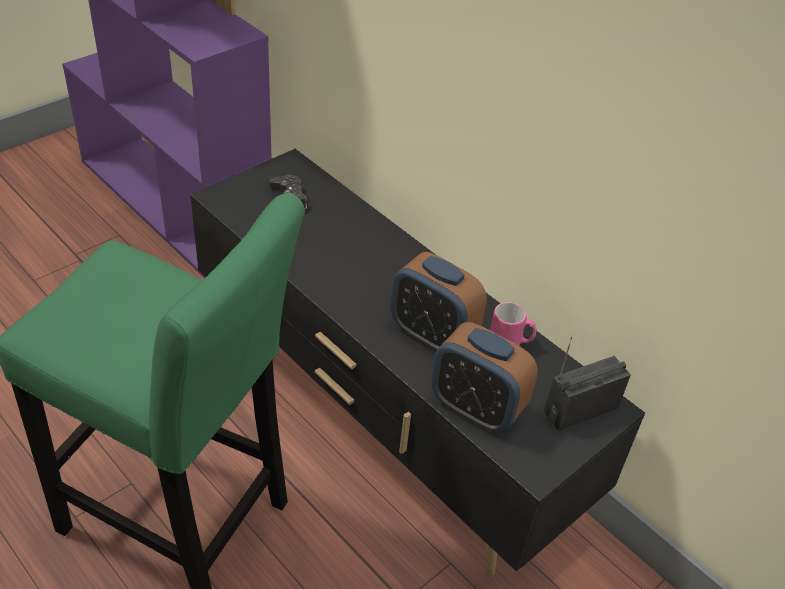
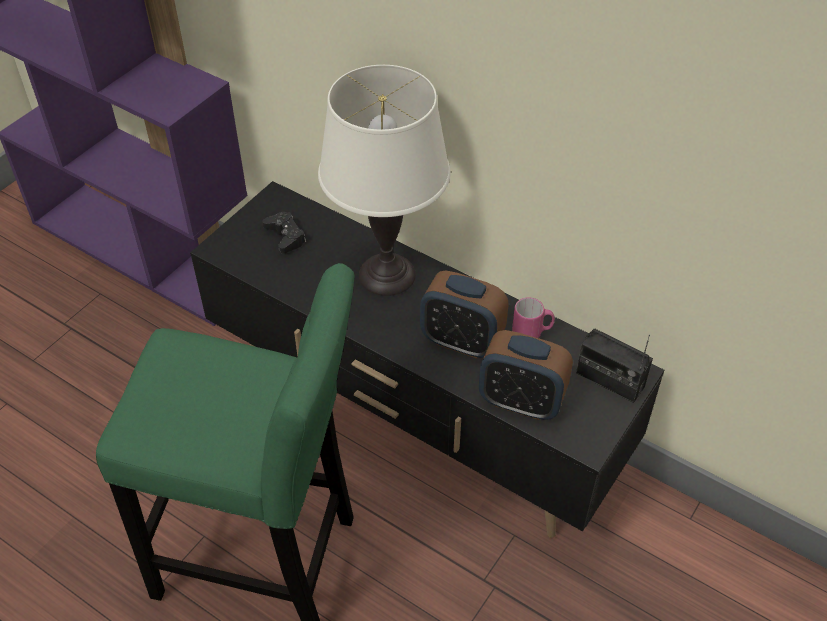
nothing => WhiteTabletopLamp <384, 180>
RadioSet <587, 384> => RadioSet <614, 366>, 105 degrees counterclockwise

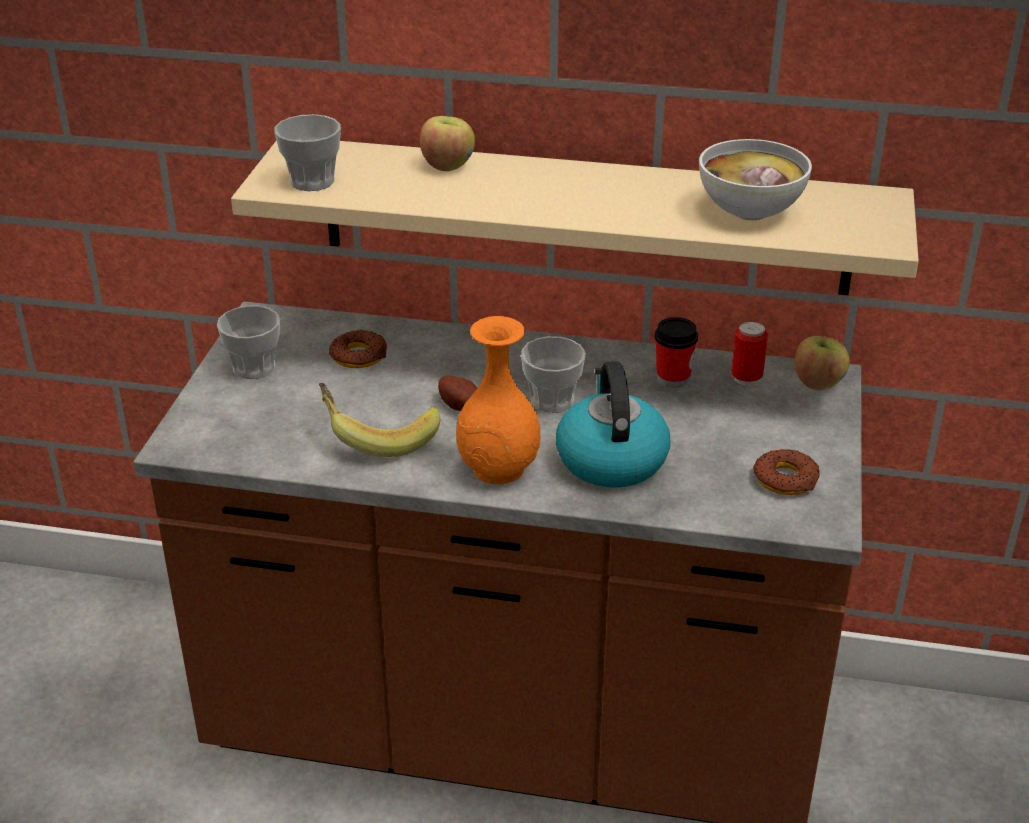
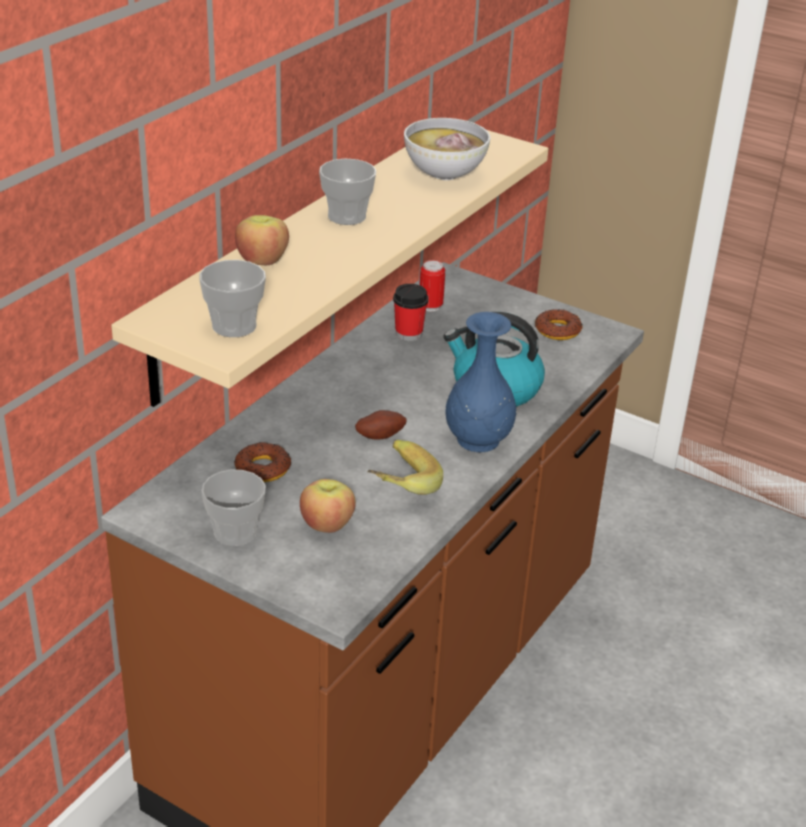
SmallCup <553, 374> => SmallCup <347, 192>, move
Apple <822, 363> => Apple <328, 506>, move
OrangeColouredDecorativeVase <498, 400> => BlueDecorativeVase <480, 382>

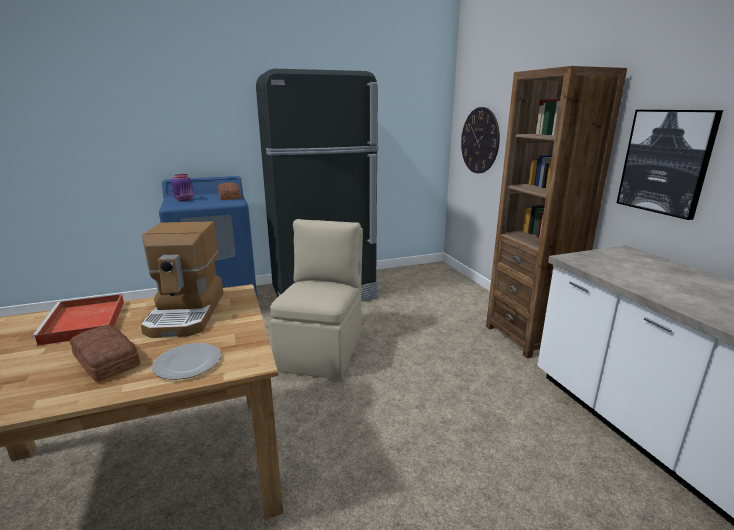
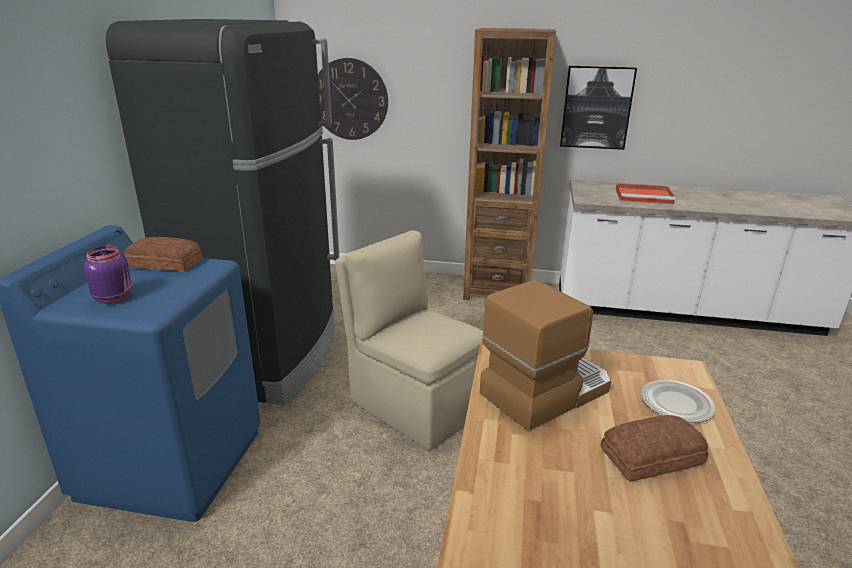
RedColouredCarryingTray <77, 320> => RedColouredCarryingTray <645, 193>, move
CoffeeMachine <182, 279> => CoffeeMachine <545, 355>, 60 degrees counterclockwise

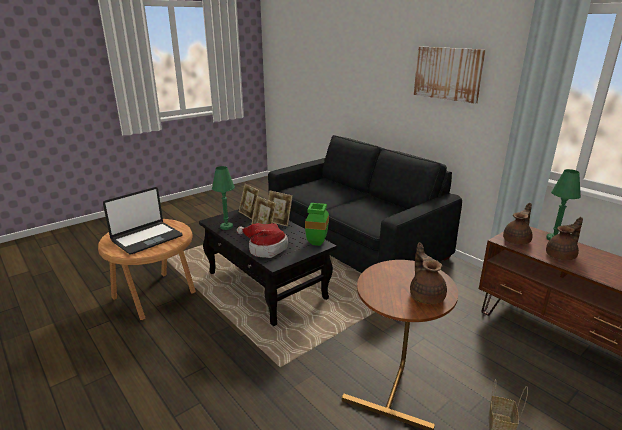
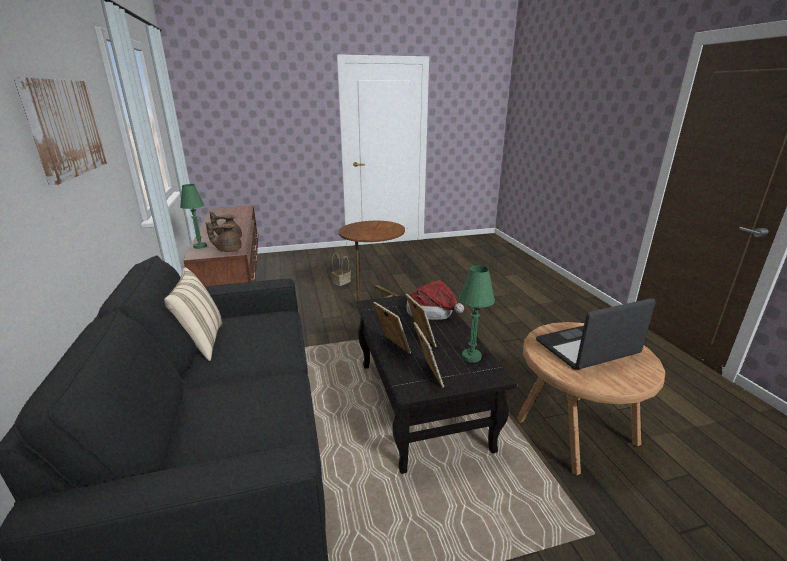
GreenDecorativeVase <317, 224> => nothing
BrownishTeapot <428, 273> => nothing
nothing => BeigeCushion <193, 314>

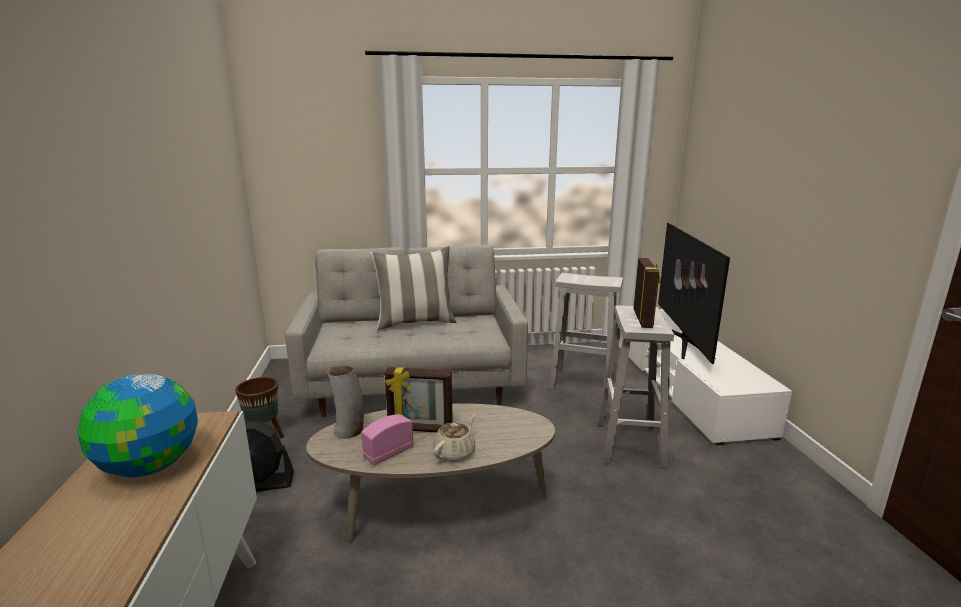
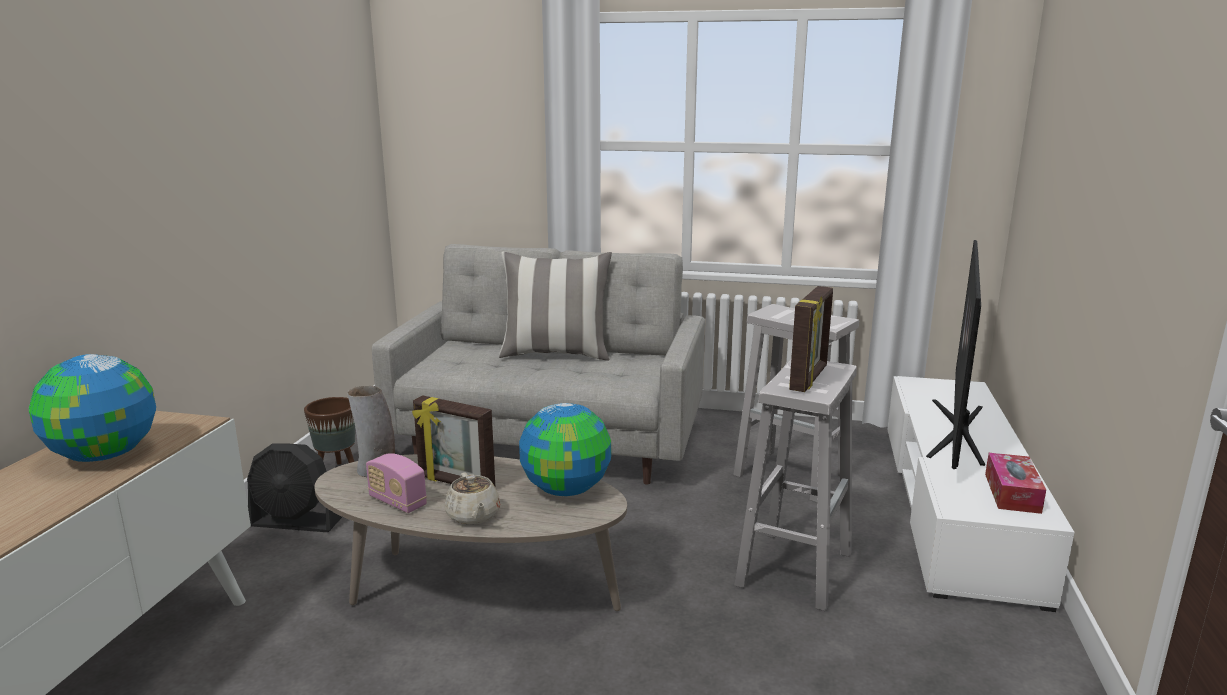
nothing => DeskGlobe <565, 449>
nothing => BoxOfTissues <1015, 483>
RadioSet <387, 439> => RadioSet <396, 483>, 120 degrees counterclockwise
BeigeTeapot <454, 438> => BeigeTeapot <472, 498>, 105 degrees clockwise

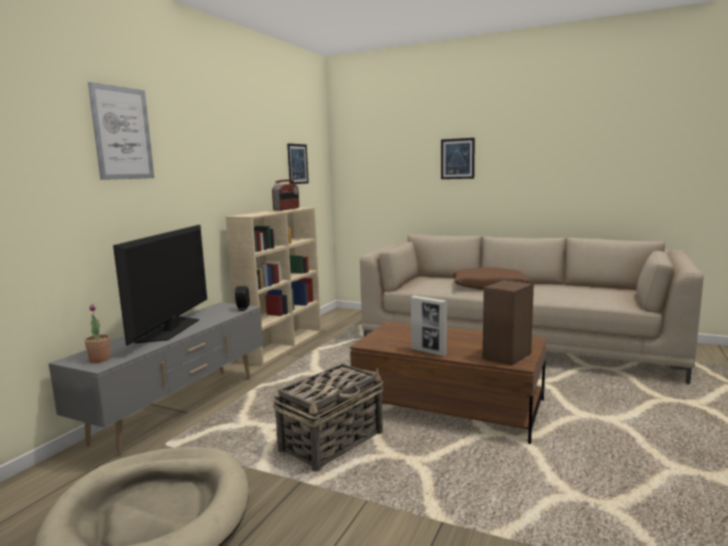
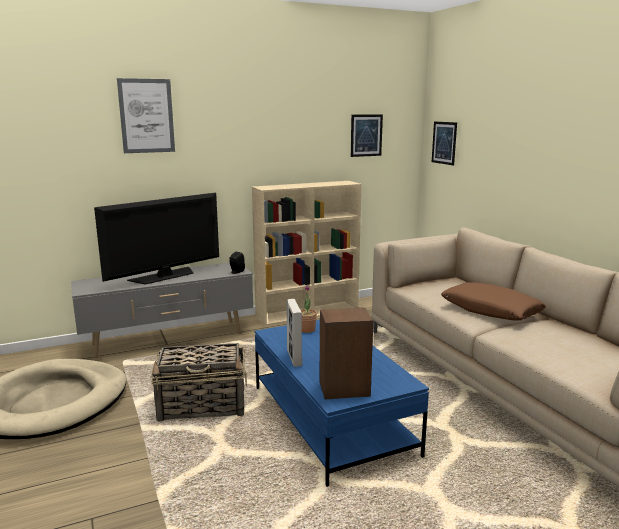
RadioSet <285, 195> => nothing
PottedPlant <97, 333> => PottedPlant <309, 309>, move
WallArt <458, 158> => WallArt <444, 143>, move
BrownishLowTable <448, 382> => BlueLowTable <342, 403>

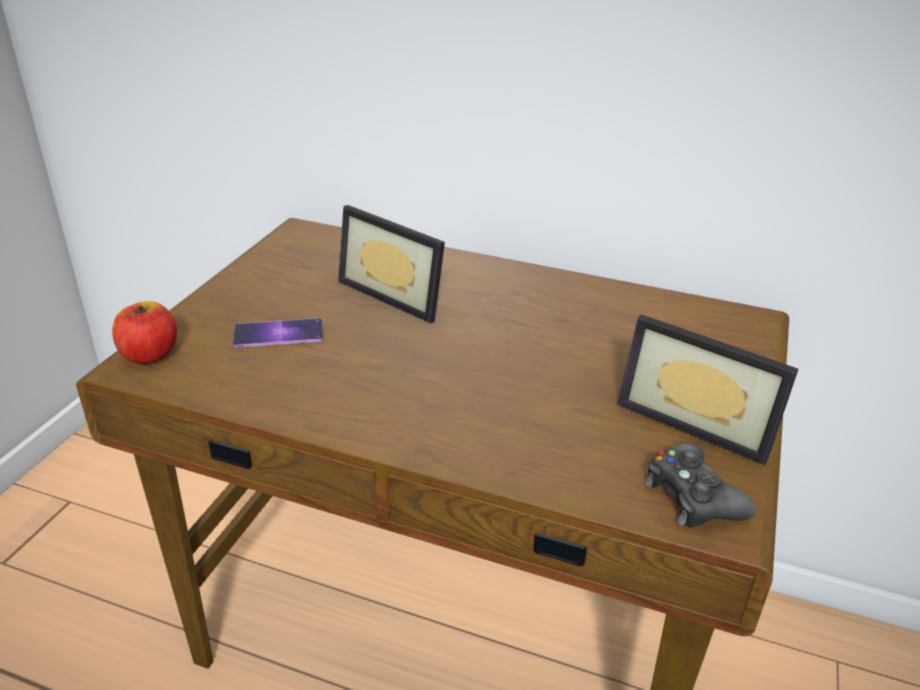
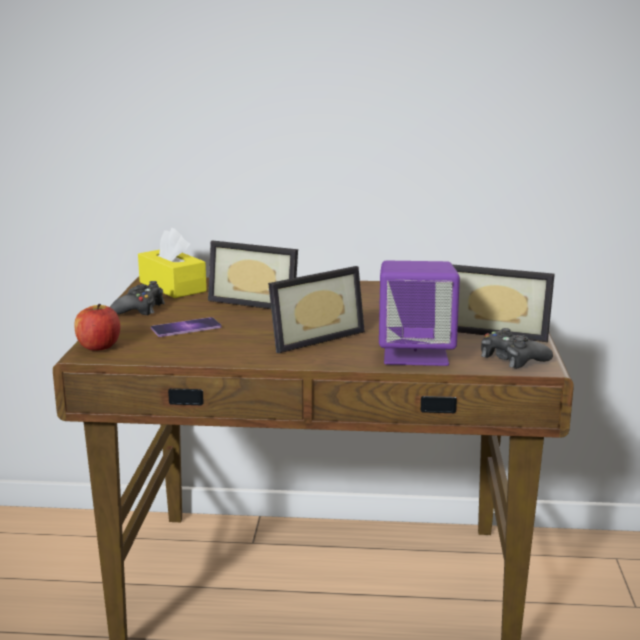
nothing => BlackJoypad <137, 298>
nothing => YellowBoxOfTissues <172, 263>
nothing => PictureFrame <316, 309>
nothing => PurpleColouredLoudspeaker <419, 313>

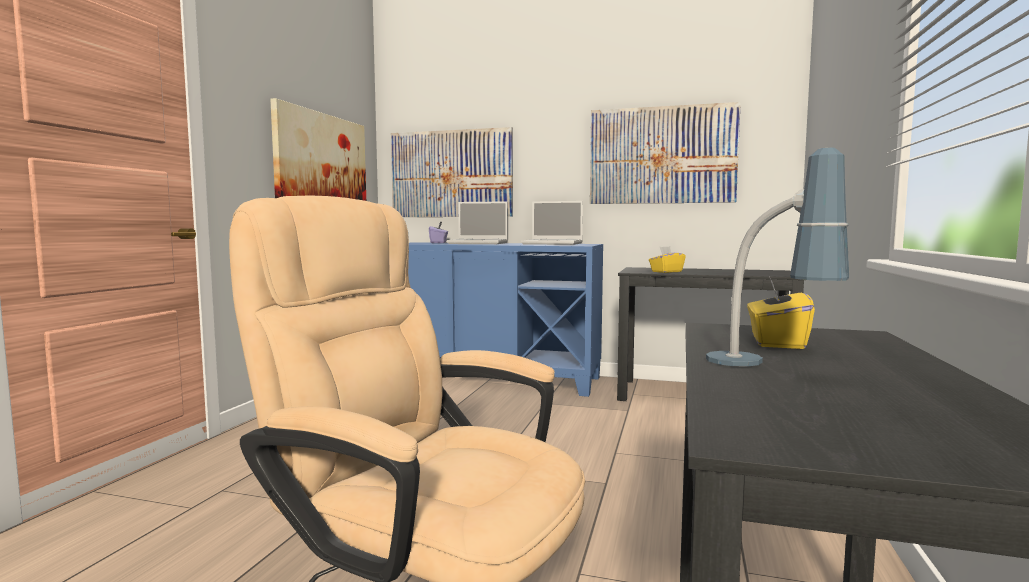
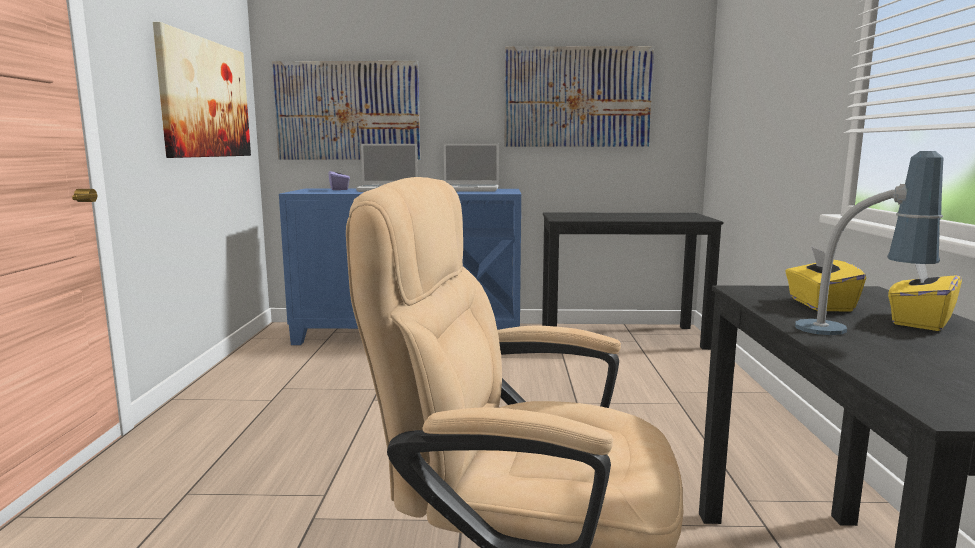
YellowBoxOfTissues <667, 259> => YellowBoxOfTissues <925, 297>, move

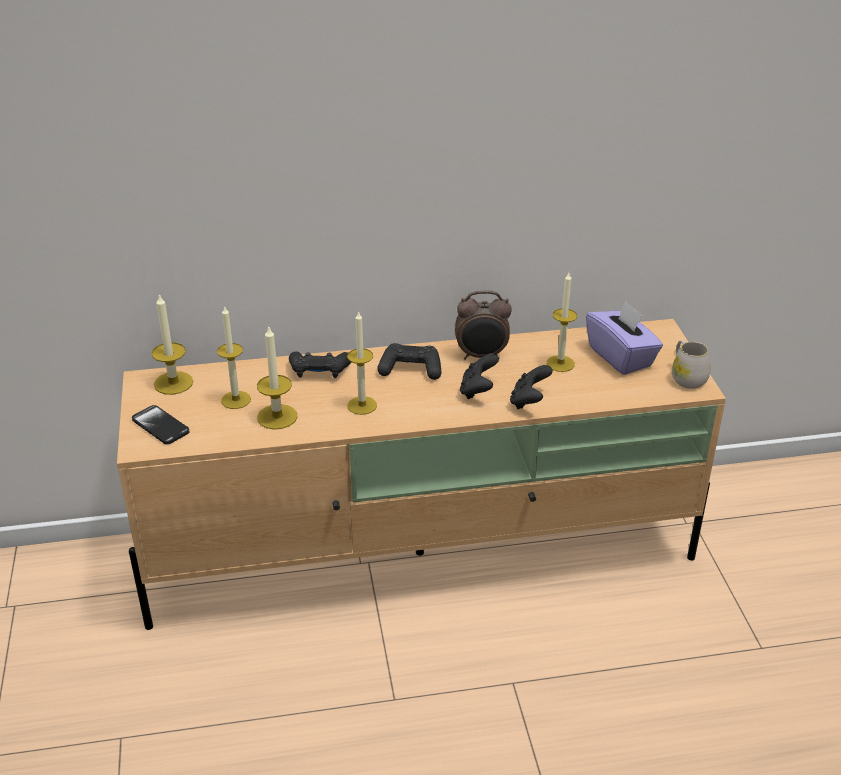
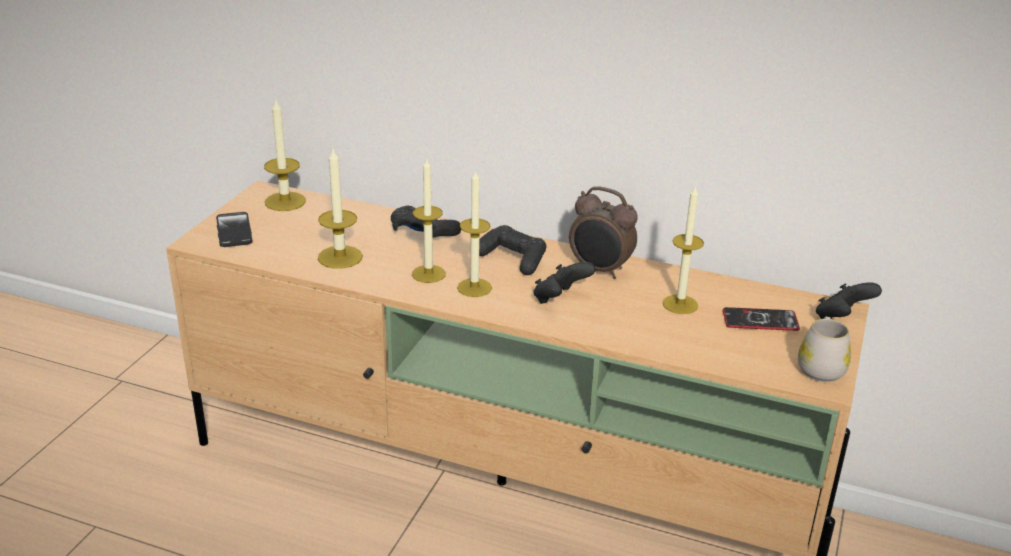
Candle <234, 358> => Candle <474, 233>, move
BlackJoypad <531, 387> => BlackJoypad <849, 300>, move
PurpleColouredBoxOfTissues <624, 337> => Phone <761, 319>

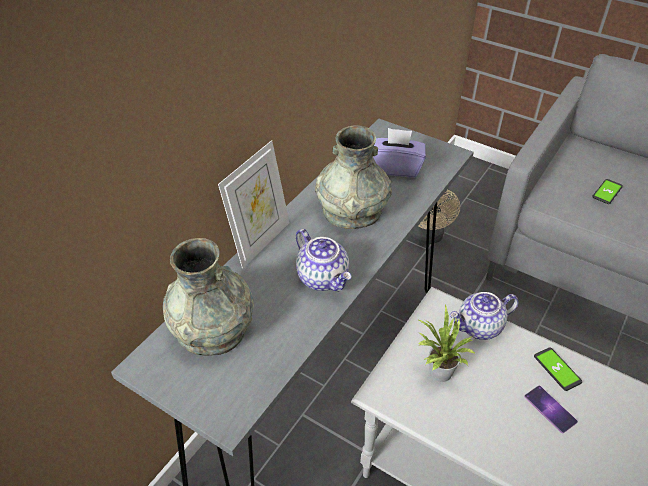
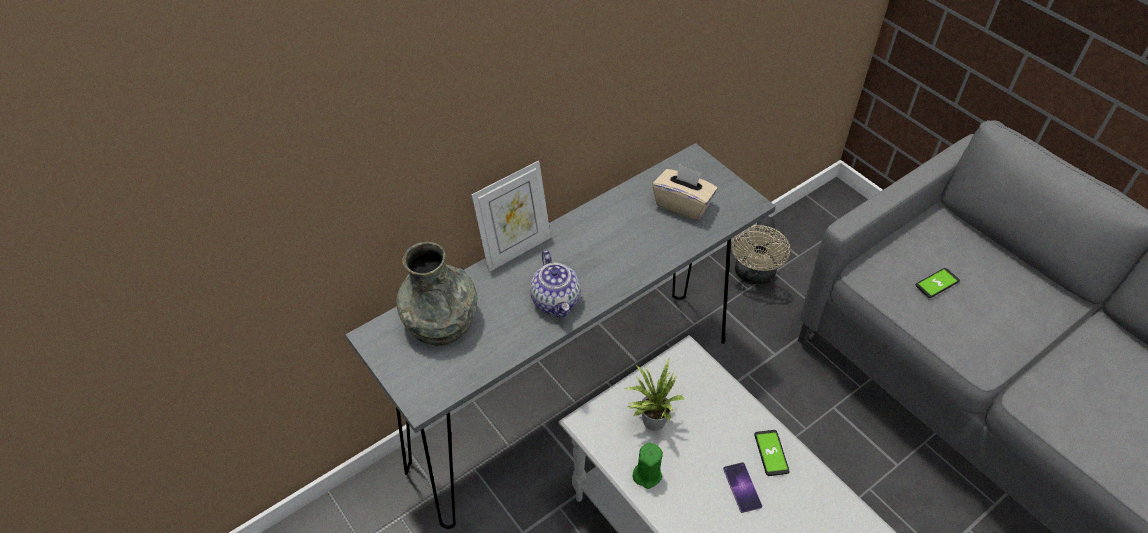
GrayDecorativeVase <353, 177> => nothing
Teapot <484, 316> => nothing
nothing => GreenCandle <648, 466>
PurpleColouredBoxOfTissues <399, 152> => BeigeBoxOfTissues <685, 192>

